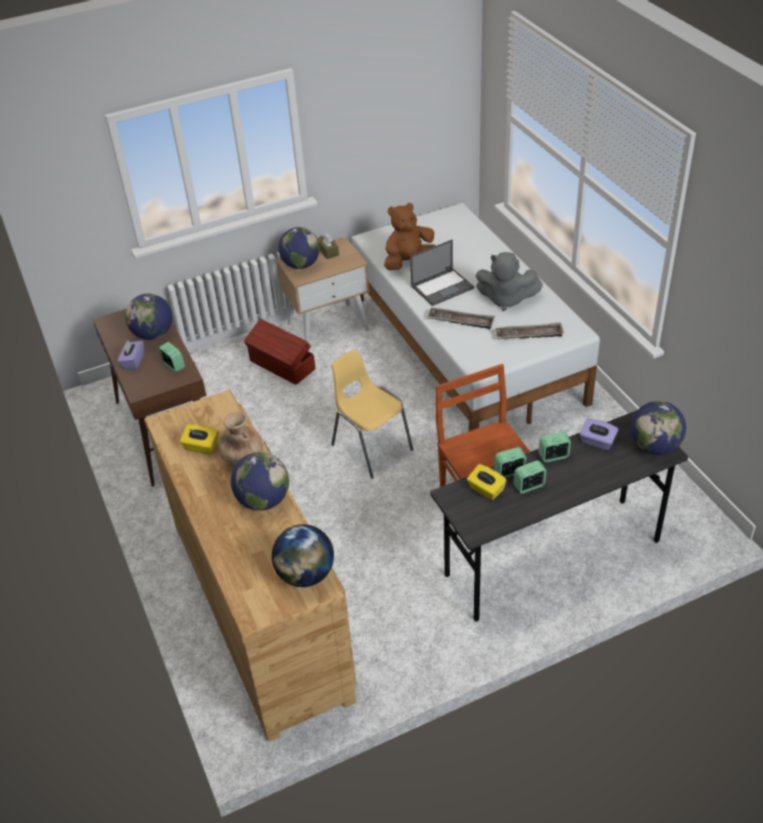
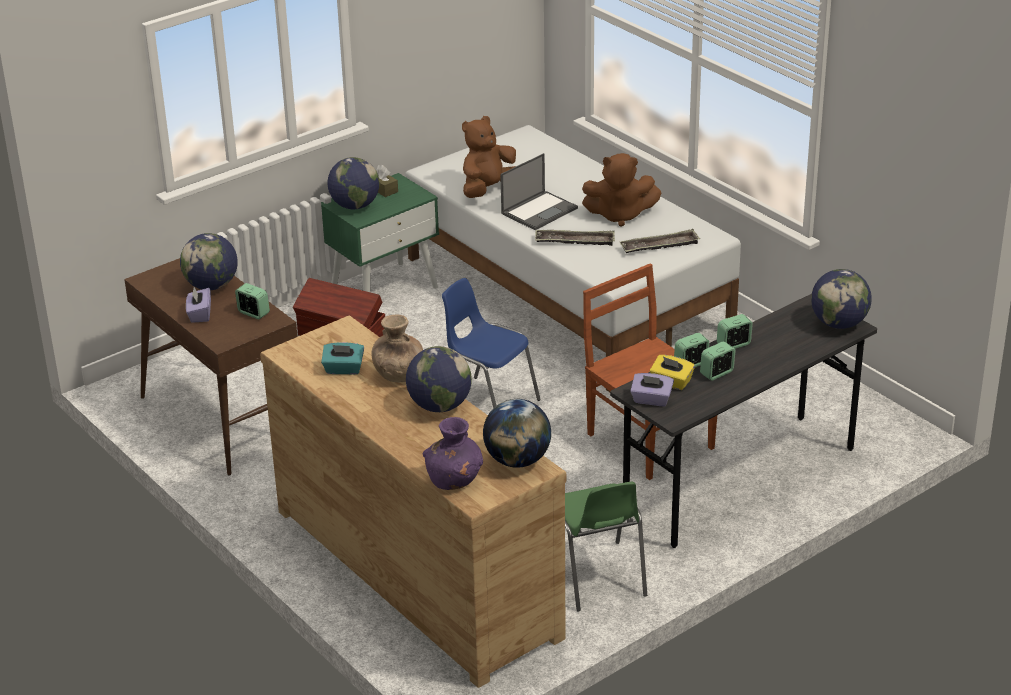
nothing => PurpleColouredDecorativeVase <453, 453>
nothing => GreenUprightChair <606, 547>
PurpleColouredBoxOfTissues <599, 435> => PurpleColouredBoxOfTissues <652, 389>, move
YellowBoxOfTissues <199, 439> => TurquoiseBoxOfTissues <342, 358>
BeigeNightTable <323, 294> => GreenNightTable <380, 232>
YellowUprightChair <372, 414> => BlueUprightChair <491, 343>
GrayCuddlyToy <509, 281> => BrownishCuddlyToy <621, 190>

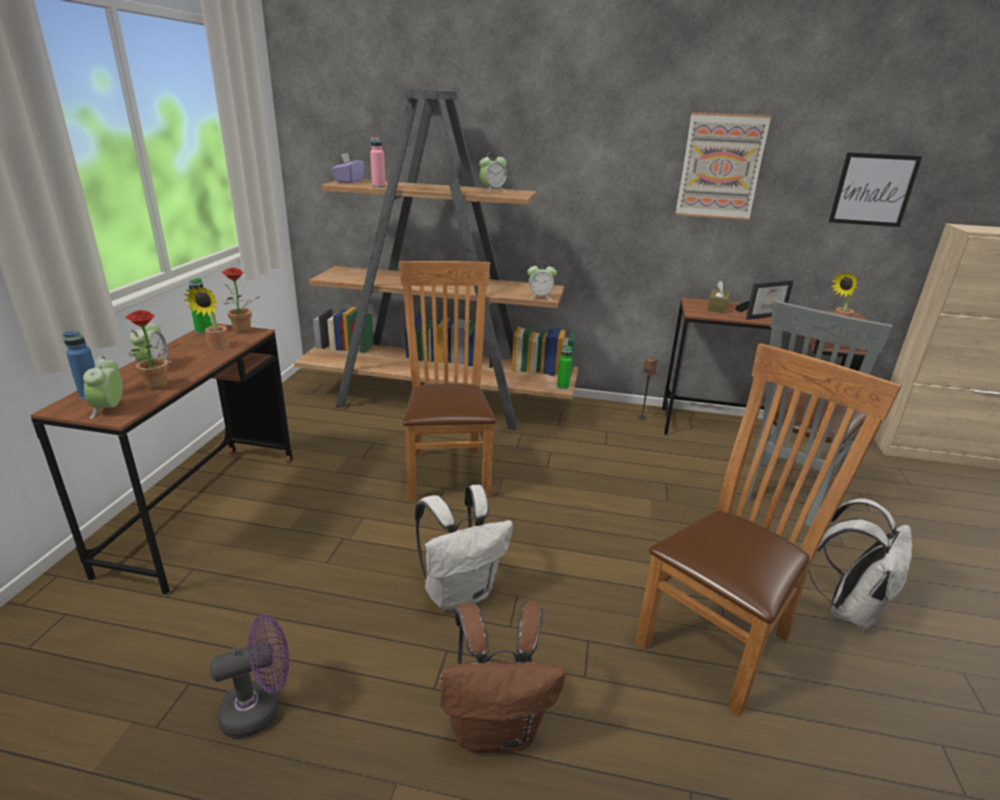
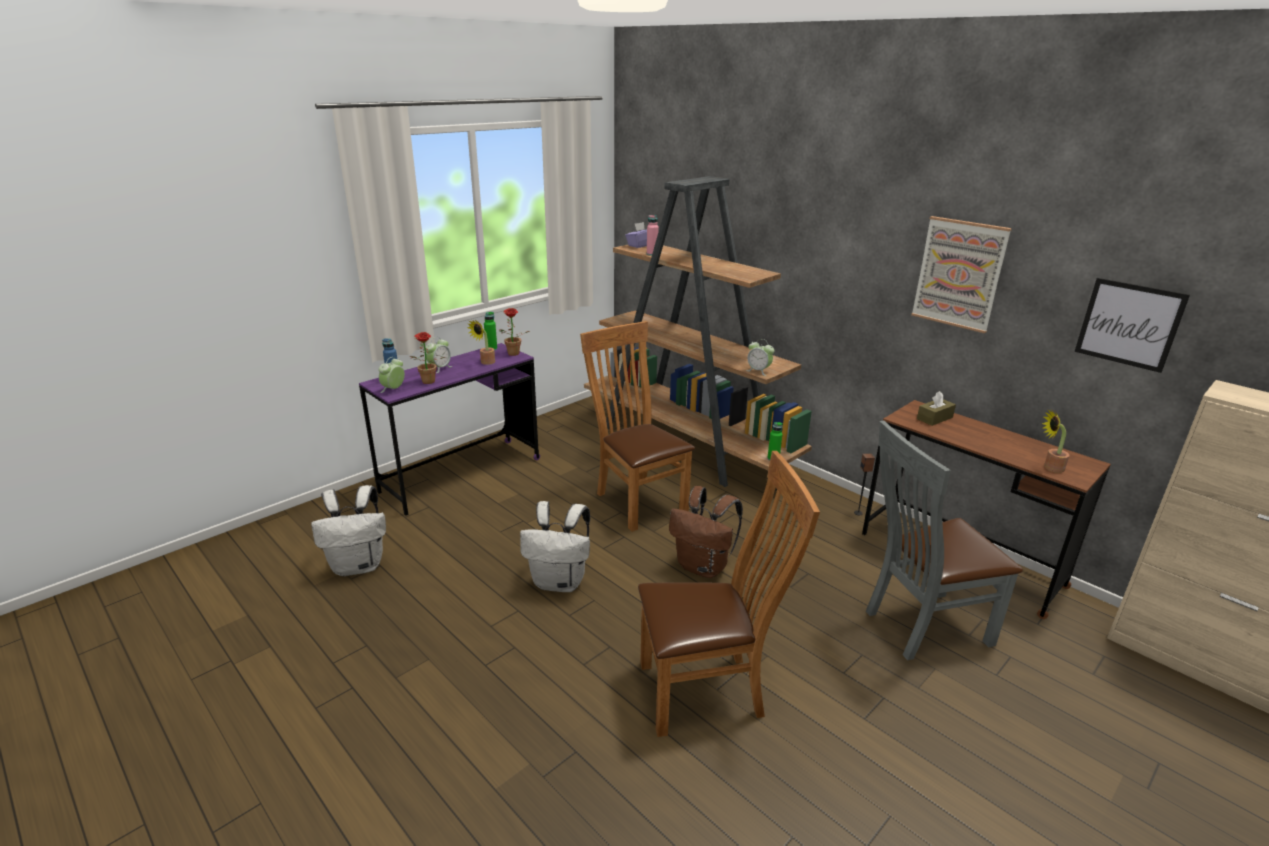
PurpleColouredCoolingFan <249, 676> => nothing
BedsideClock <493, 172> => nothing
PictureFrame <764, 300> => nothing
BrownishBackpack <502, 677> => BrownishBackpack <706, 532>, move
WhiteBackpack <860, 564> => WhiteBackpack <348, 530>, move
BrownishDesk <162, 459> => PurpleColouredDesk <449, 429>
BrownishUprightChair <447, 381> => BrownishUprightChair <637, 426>, 60 degrees counterclockwise

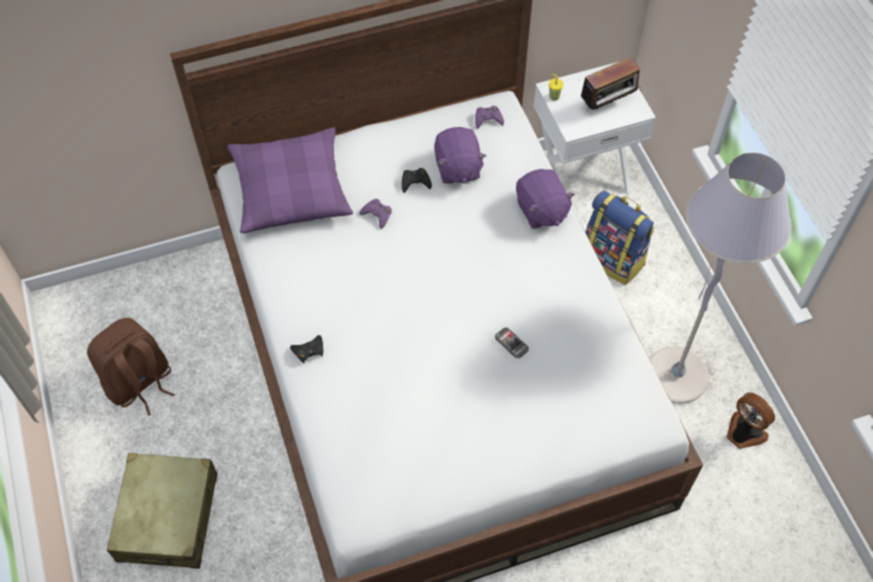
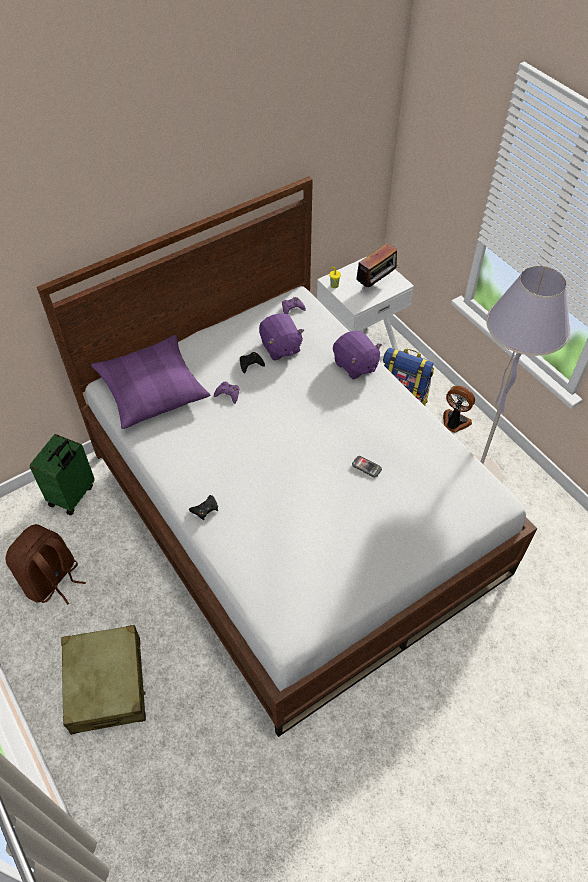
nothing => GreenTravelCase <62, 474>
CoolingFan <751, 420> => CoolingFan <459, 409>, move

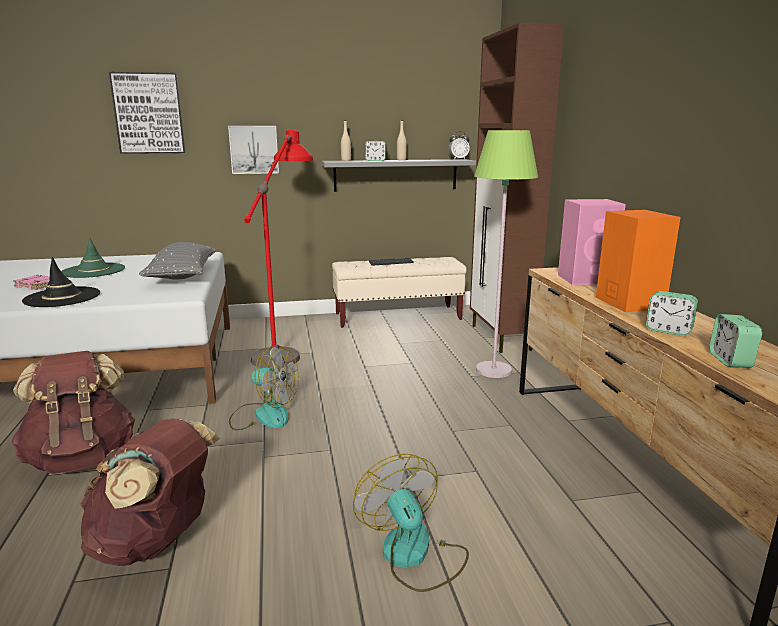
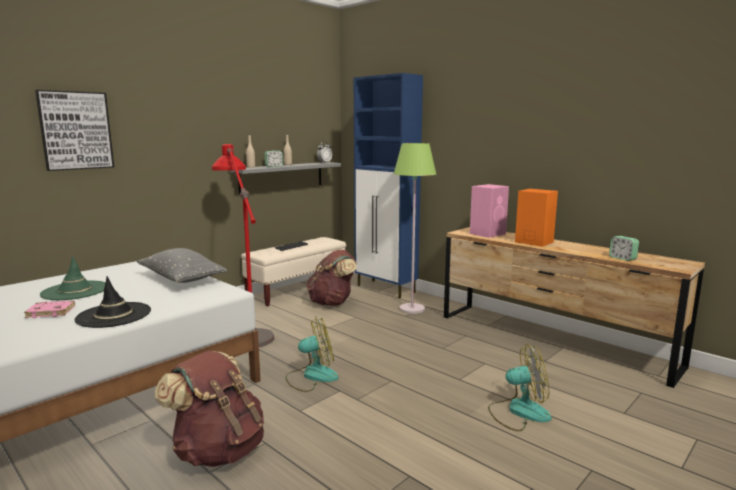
WallArt <253, 150> => nothing
BedsideClock <672, 313> => nothing
BrownishBackpack <150, 492> => BrownishBackpack <331, 278>, move
BrownishStorageCabinet <517, 188> => BlueStorageCabinet <388, 185>
CoolingFan <411, 523> => CoolingFan <520, 387>, 150 degrees clockwise

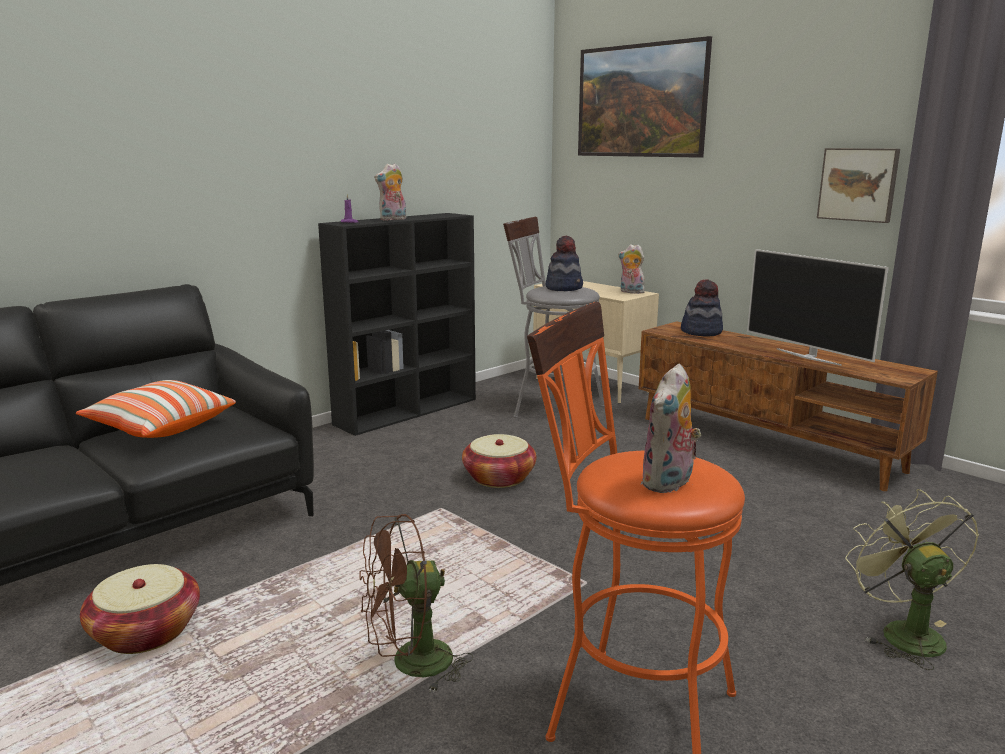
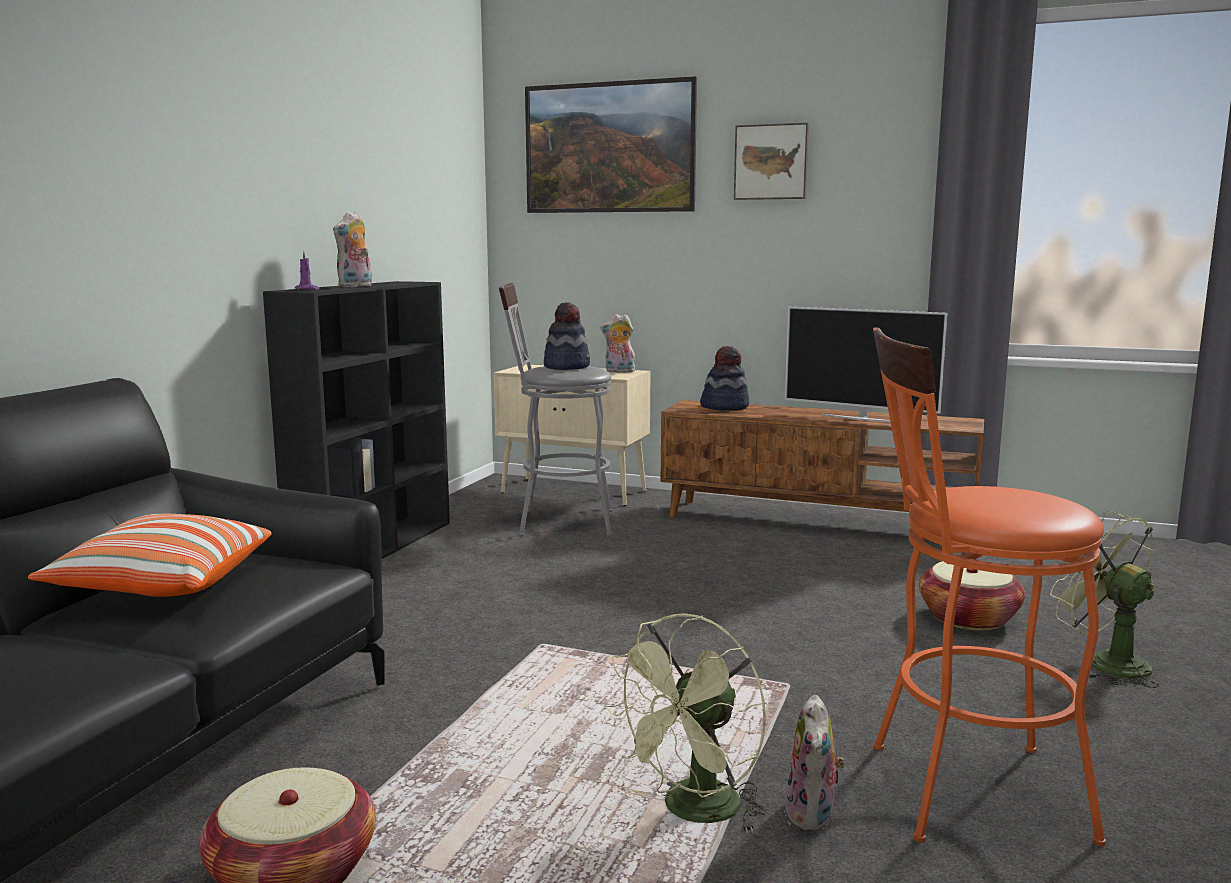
Basket <499, 461> => Basket <972, 595>, move
CuddlyToy <670, 428> => CuddlyToy <815, 763>, move
WallArt <858, 185> => WallArt <771, 161>, move
BrownishCoolingFan <417, 603> => GreenCoolingFan <686, 723>

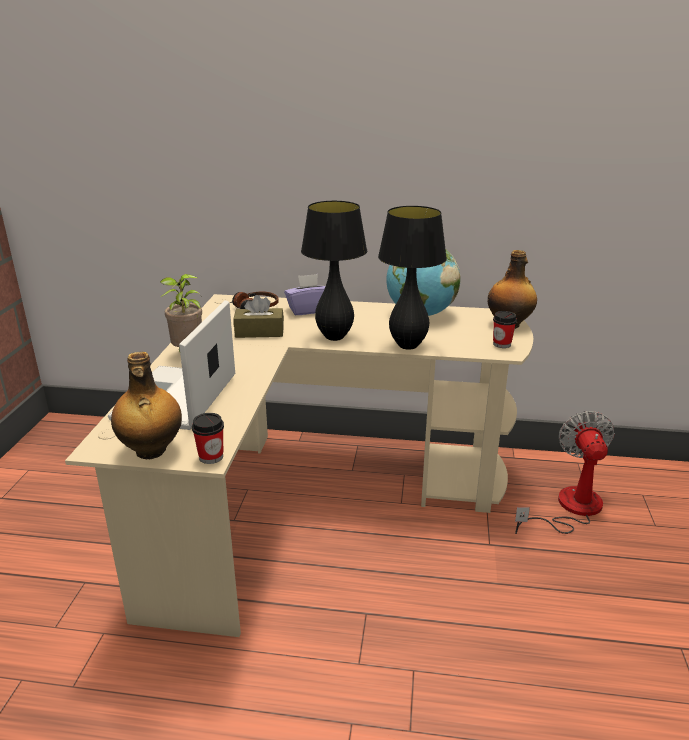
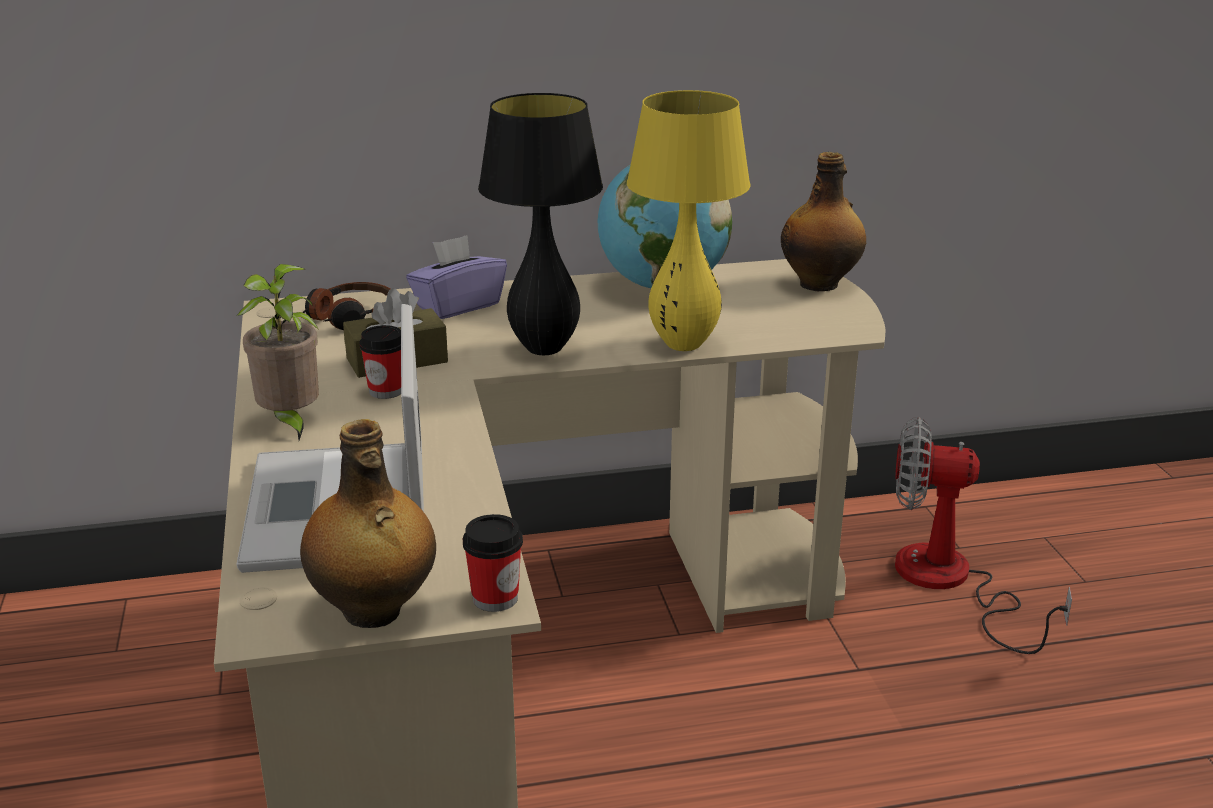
SmallCup <505, 329> => SmallCup <380, 362>, move
BlackTabletopLamp <412, 278> => YellowTabletopLamp <689, 220>
CoolingFan <565, 472> => CoolingFan <983, 535>, 60 degrees counterclockwise

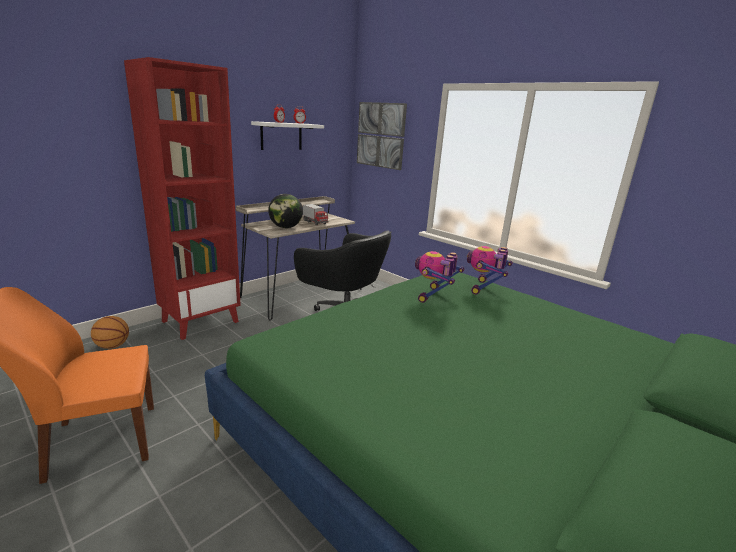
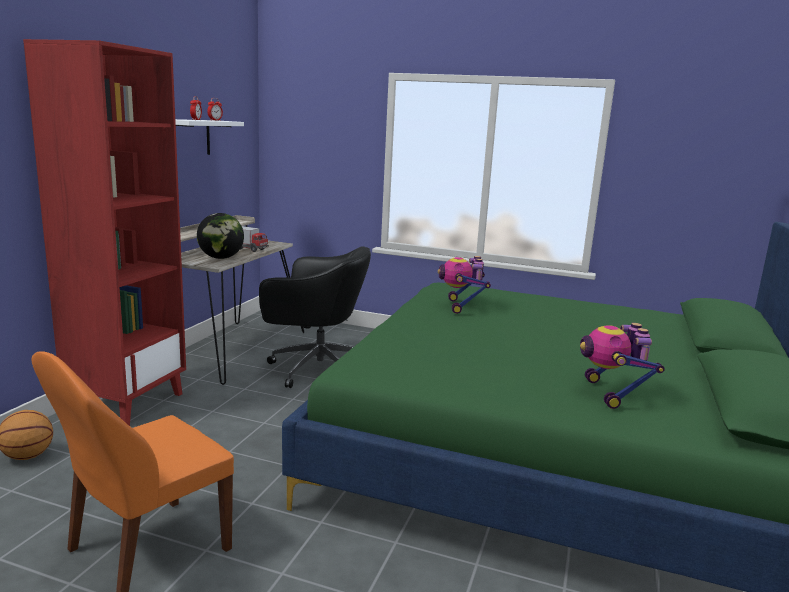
WallArt <382, 136> => nothing
ToyRobot <490, 270> => ToyRobot <622, 366>, move

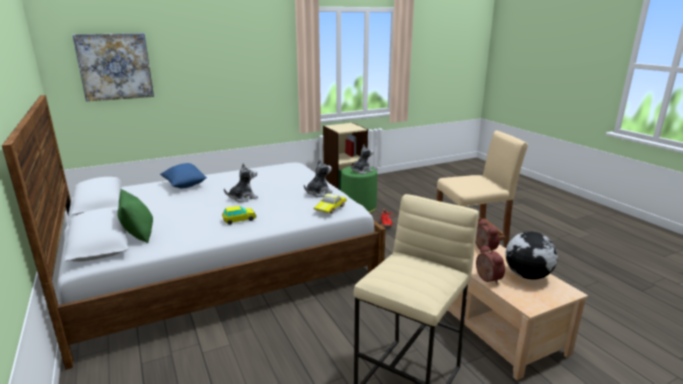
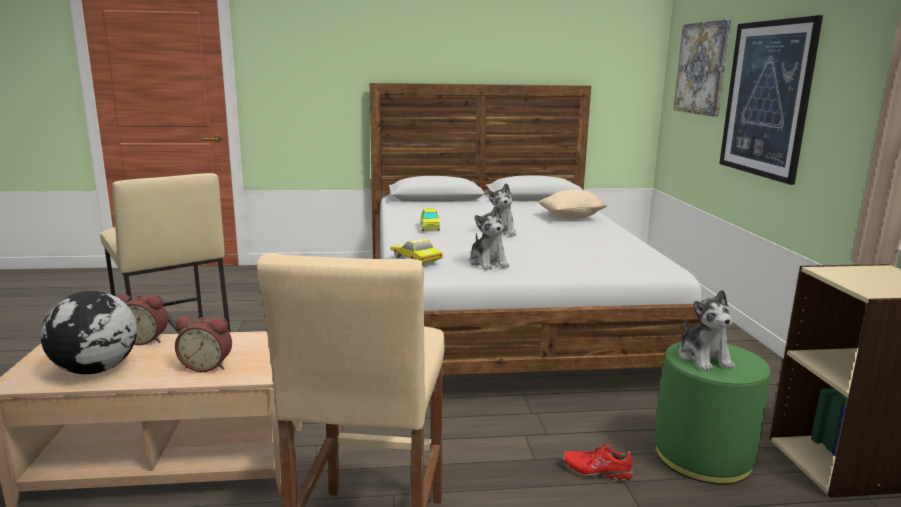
GreenCushion <135, 216> => nothing
nothing => WallArt <771, 100>
BlueCushion <183, 175> => BeigeCushion <572, 204>

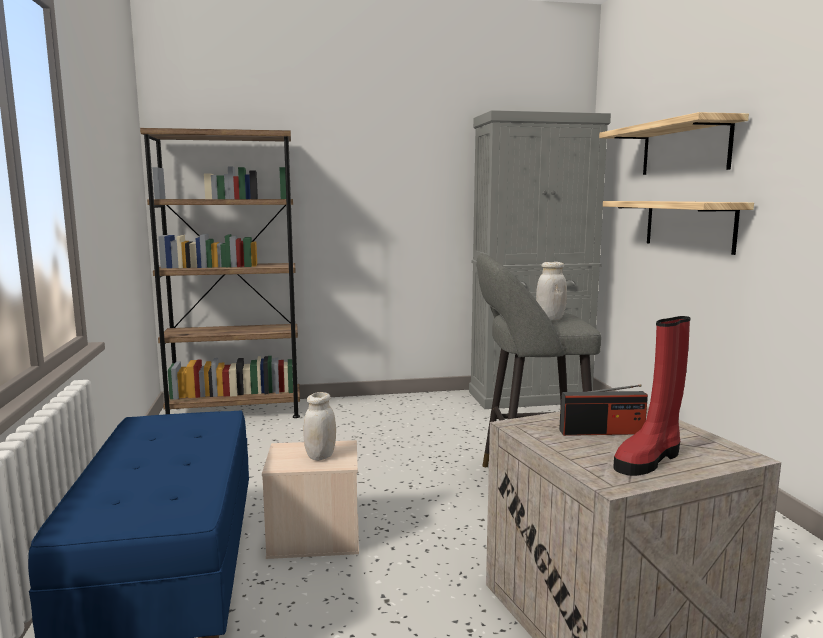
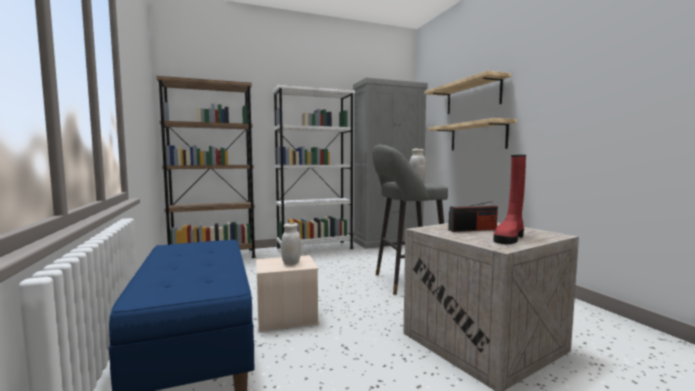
nothing => WhiteShelvingUnit <314, 166>

